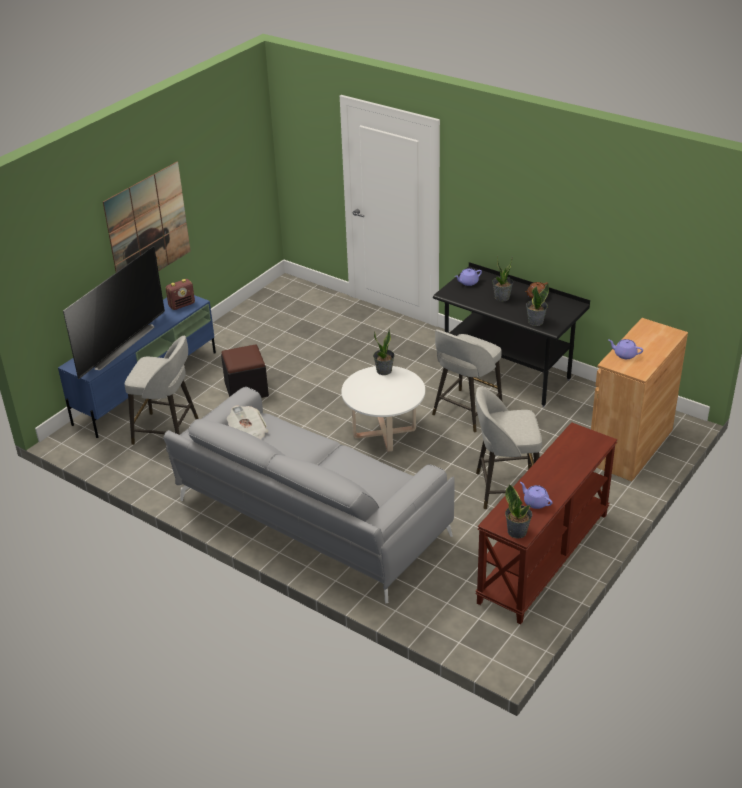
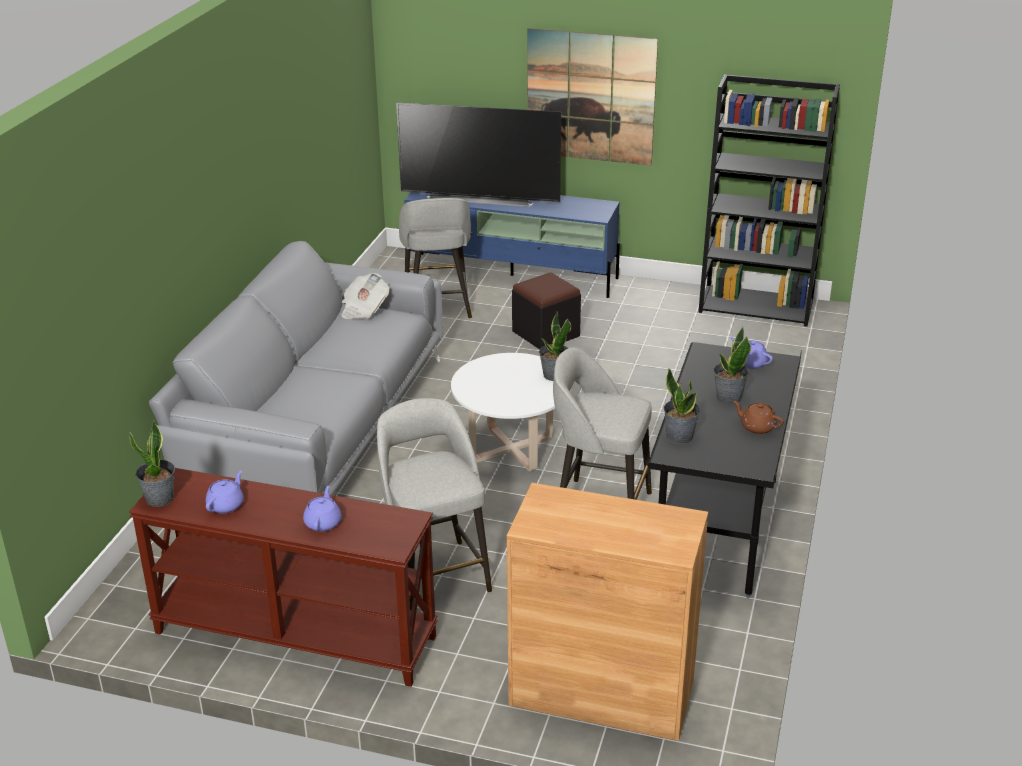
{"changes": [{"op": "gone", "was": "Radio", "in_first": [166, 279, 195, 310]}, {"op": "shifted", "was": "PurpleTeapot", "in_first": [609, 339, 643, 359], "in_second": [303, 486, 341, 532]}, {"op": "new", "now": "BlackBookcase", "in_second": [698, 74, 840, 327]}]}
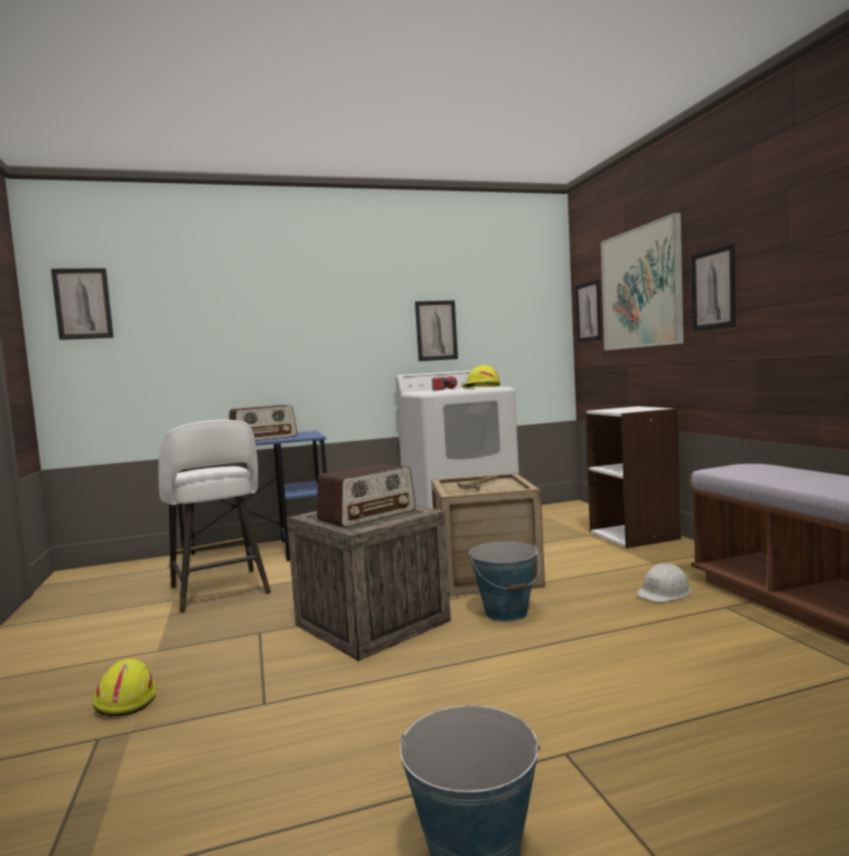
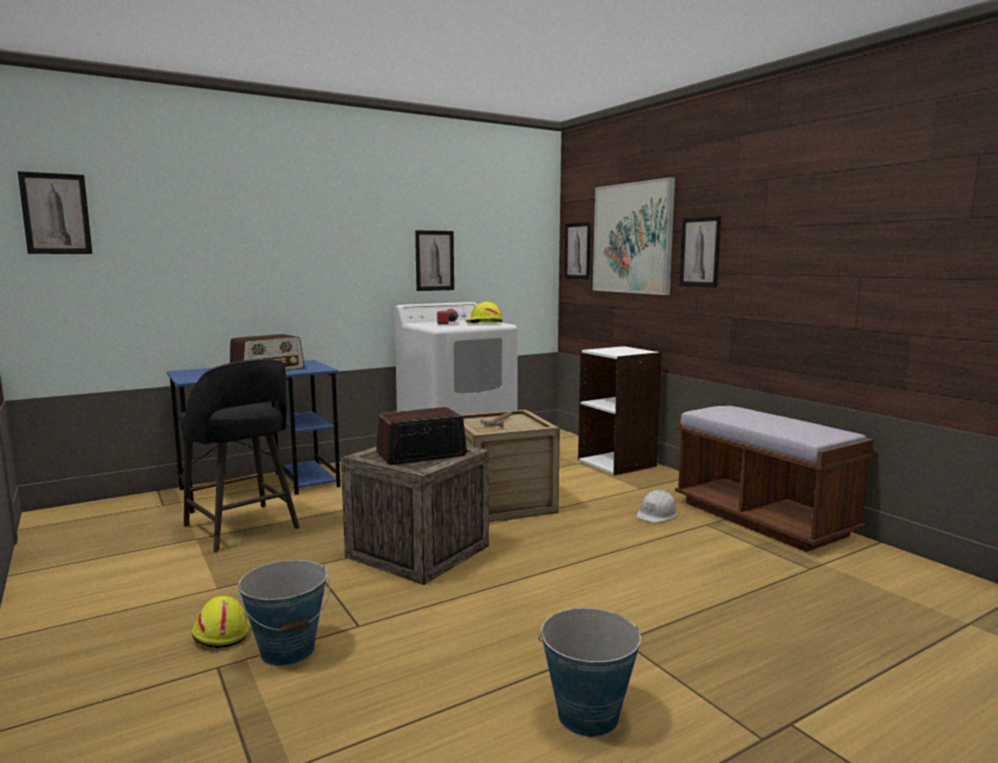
{"changes": [{"op": "repainted", "was": "WhiteStool", "now": "BlackStool", "in_first": [158, 420, 271, 614], "in_second": [180, 359, 299, 552]}, {"op": "rotated", "was": "Radio", "in_first": [317, 463, 416, 527], "in_second": [376, 407, 467, 465], "clockwise": -150}, {"op": "shifted", "was": "Bucket", "in_first": [469, 542, 541, 622], "in_second": [238, 560, 330, 666]}]}
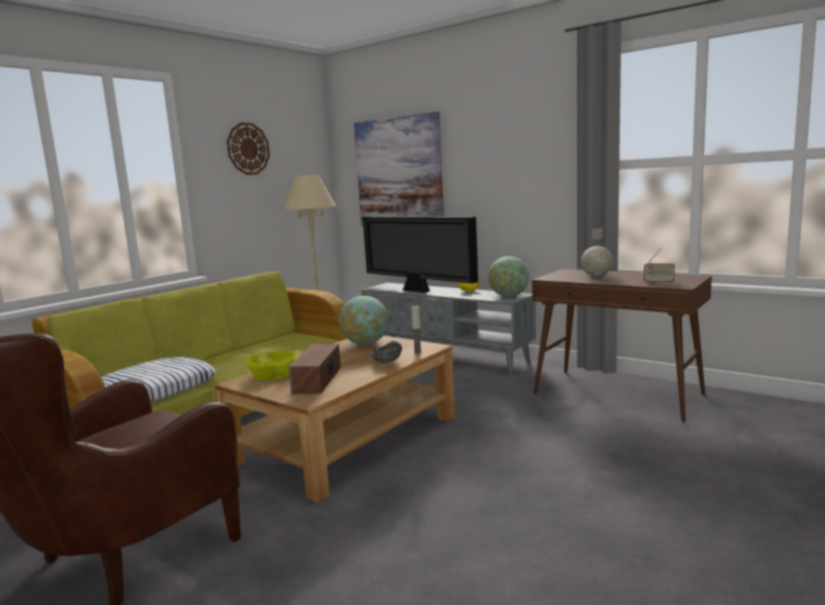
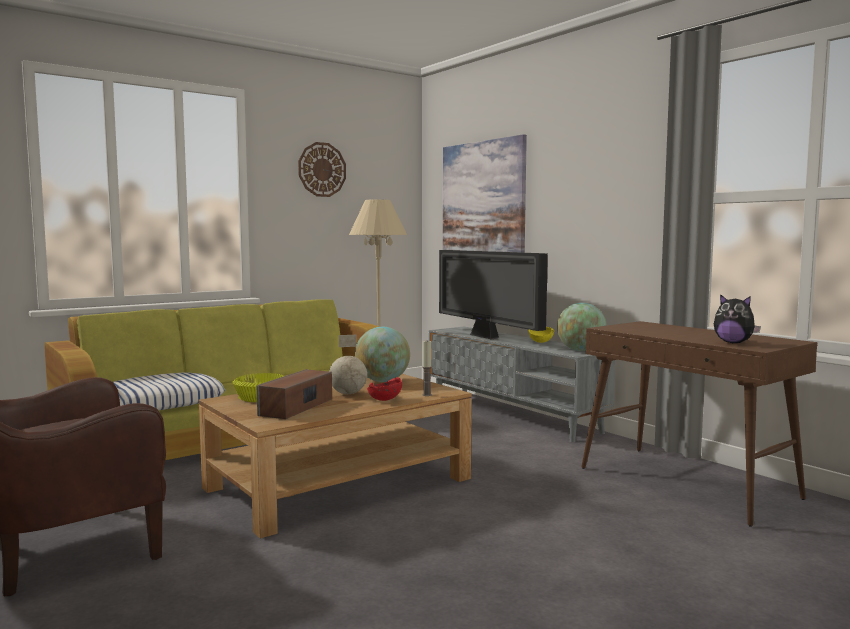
{"changes": [{"op": "repainted", "was": "GreyBowl", "now": "RedBowl", "in_first": [371, 341, 402, 363], "in_second": [367, 377, 402, 401]}, {"op": "shifted", "was": "Globe", "in_first": [581, 228, 613, 277], "in_second": [329, 335, 367, 394]}, {"op": "swapped", "was": "Radio", "now": "PlushToy", "in_first": [644, 248, 675, 284], "in_second": [714, 294, 761, 343]}]}
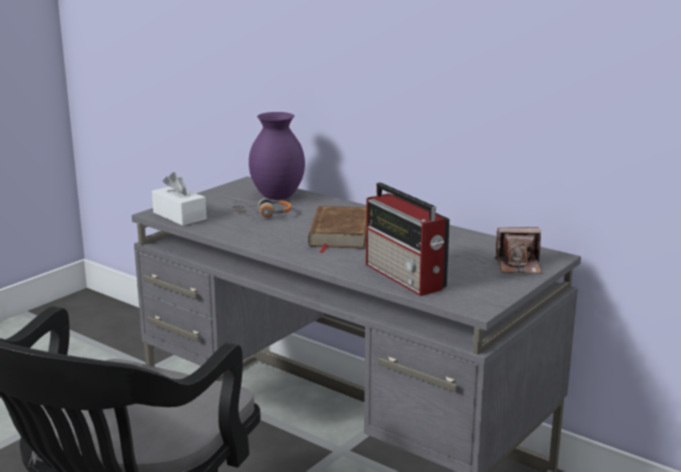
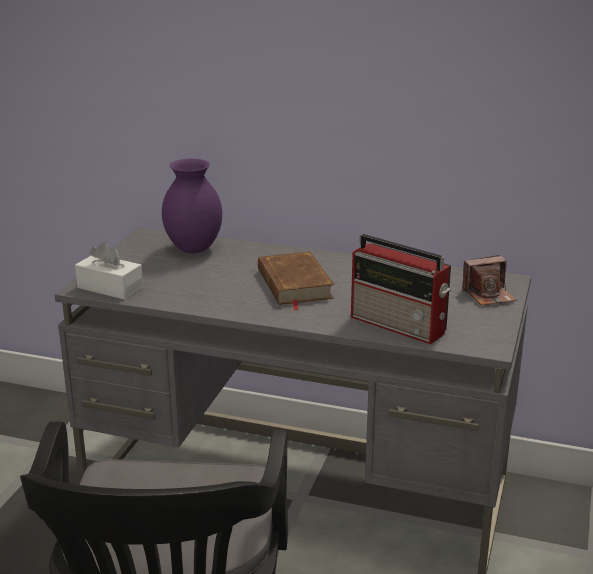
{"changes": [{"op": "gone", "was": "Headphones", "in_first": [232, 198, 291, 218]}]}
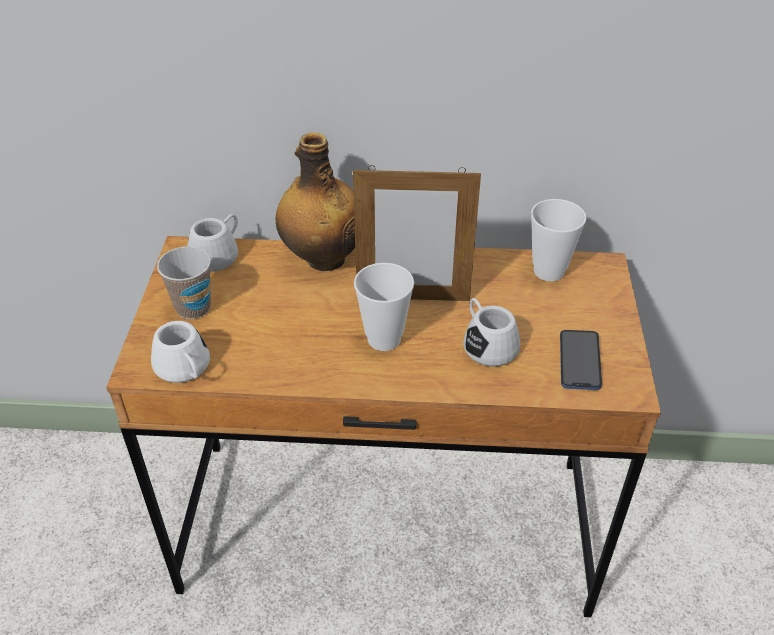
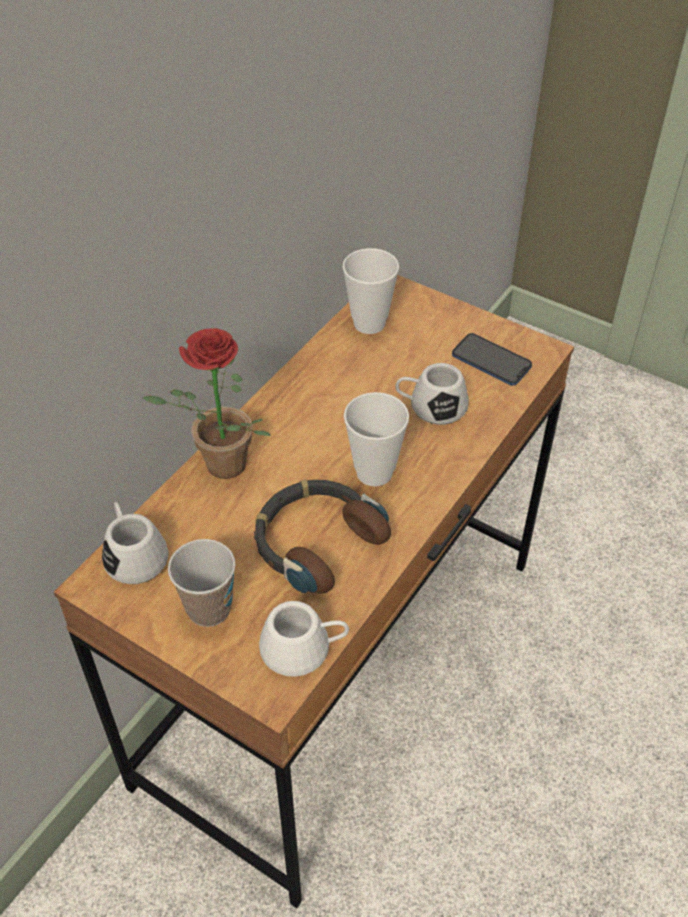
{"changes": [{"op": "swapped", "was": "Bottle", "now": "PottedPlant", "in_first": [276, 132, 355, 271], "in_second": [142, 328, 271, 479]}, {"op": "gone", "was": "PictureFrame", "in_first": [353, 165, 481, 301]}, {"op": "new", "now": "Headphones", "in_second": [254, 480, 391, 594]}]}
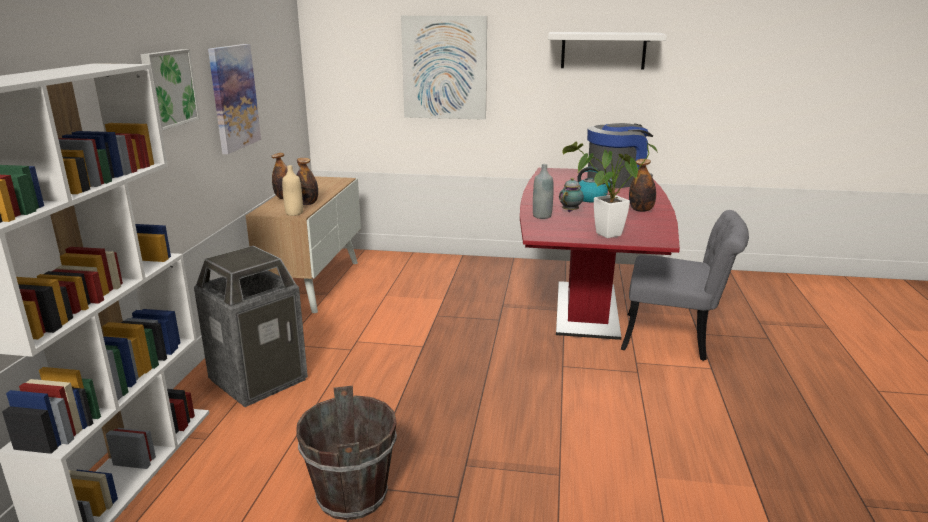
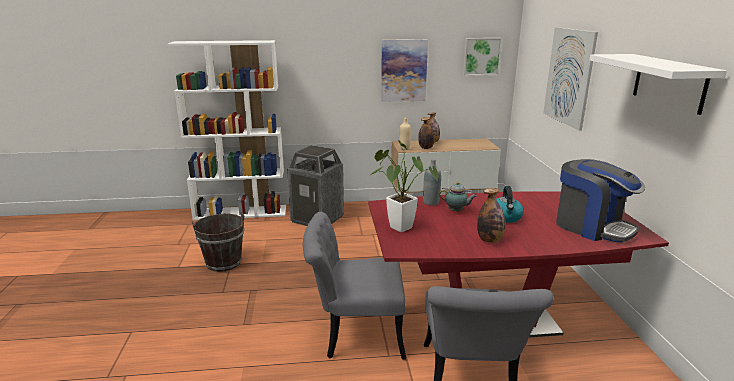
{"changes": [{"op": "shifted", "was": "Picture", "in_first": [140, 49, 200, 131], "in_second": [463, 38, 502, 76]}, {"op": "new", "now": "GreyChair", "in_second": [303, 212, 406, 360]}]}
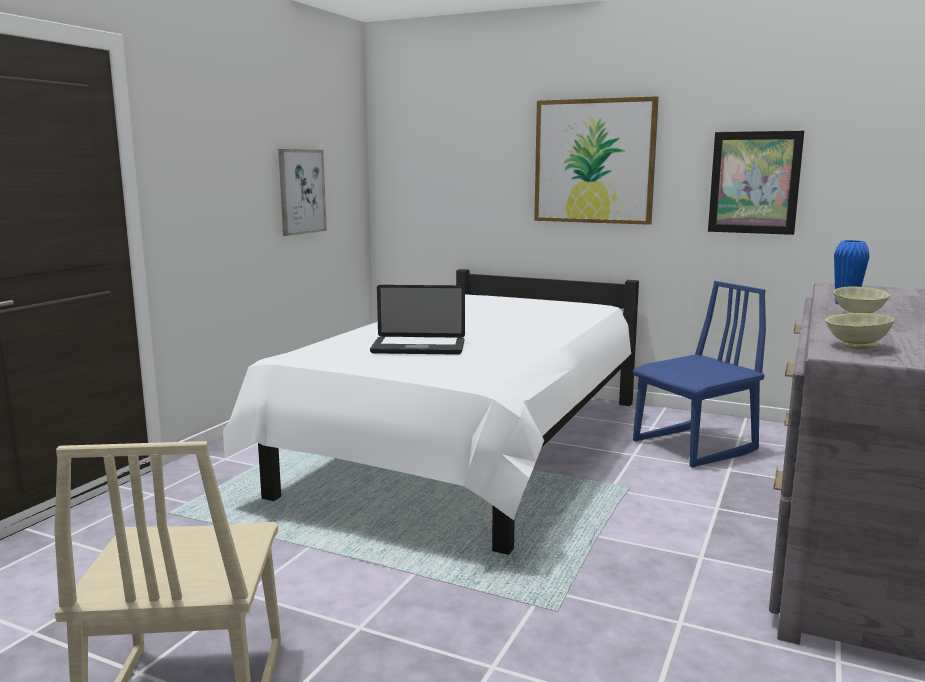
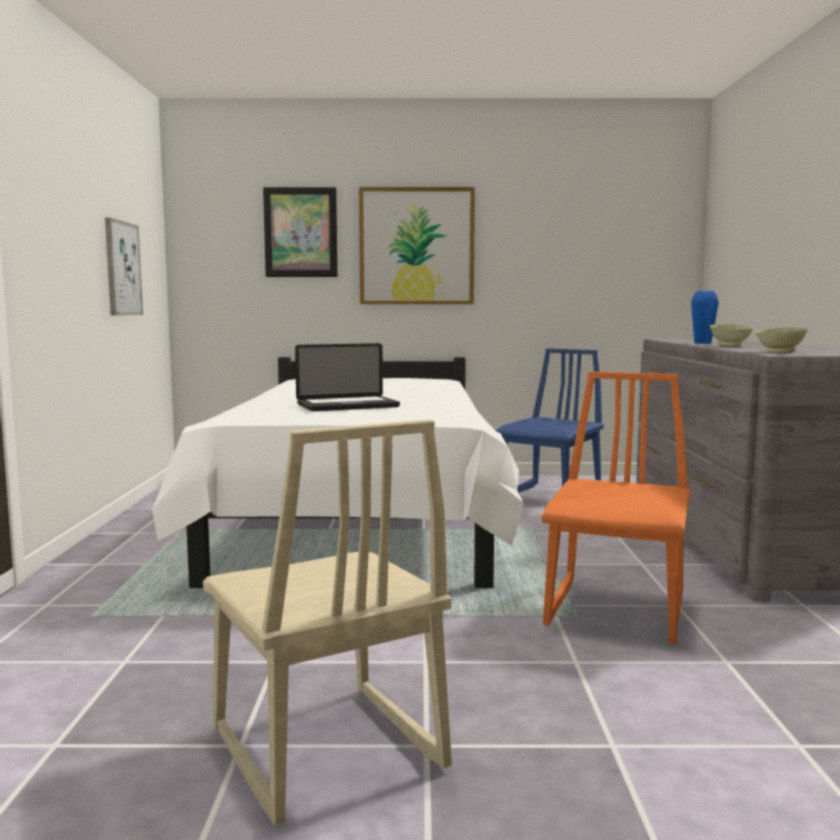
{"changes": [{"op": "shifted", "was": "Picture", "in_first": [708, 131, 804, 235], "in_second": [263, 187, 338, 277]}, {"op": "new", "now": "OrangeChair", "in_second": [542, 372, 690, 644]}]}
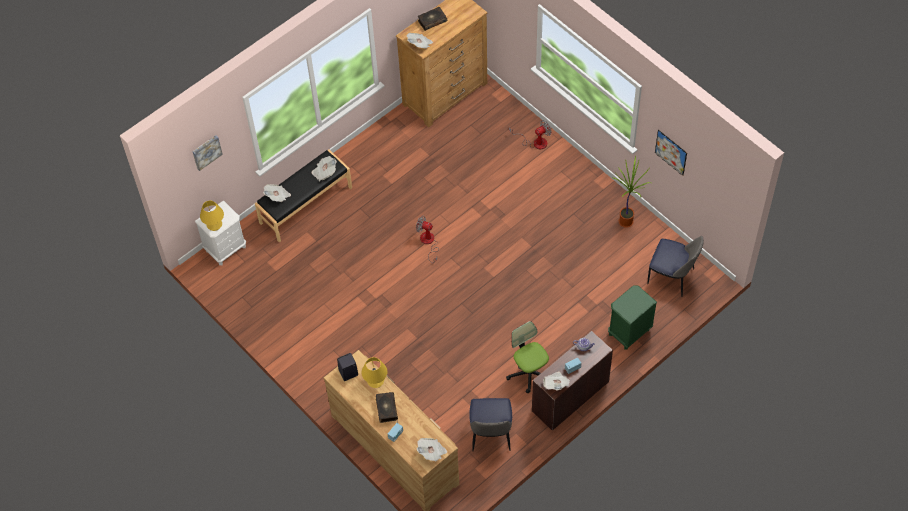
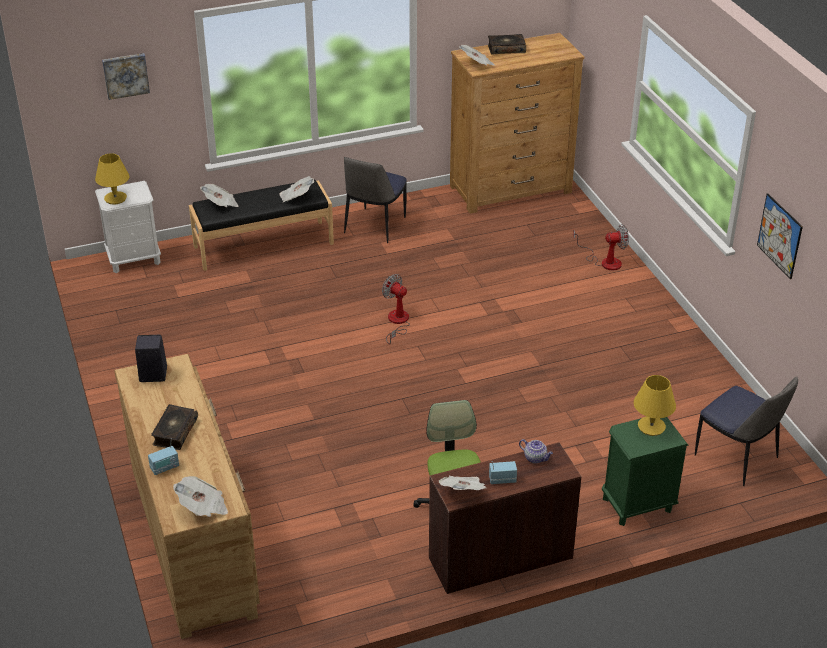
{"changes": [{"op": "shifted", "was": "YellowTableLamp", "in_first": [361, 357, 387, 388], "in_second": [634, 375, 676, 436]}, {"op": "shifted", "was": "Chair", "in_first": [469, 398, 512, 452], "in_second": [344, 157, 407, 243]}, {"op": "gone", "was": "PottedPlant", "in_first": [612, 156, 650, 228]}]}
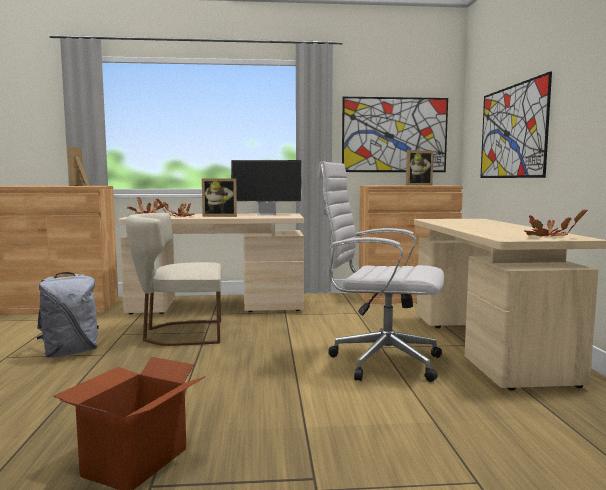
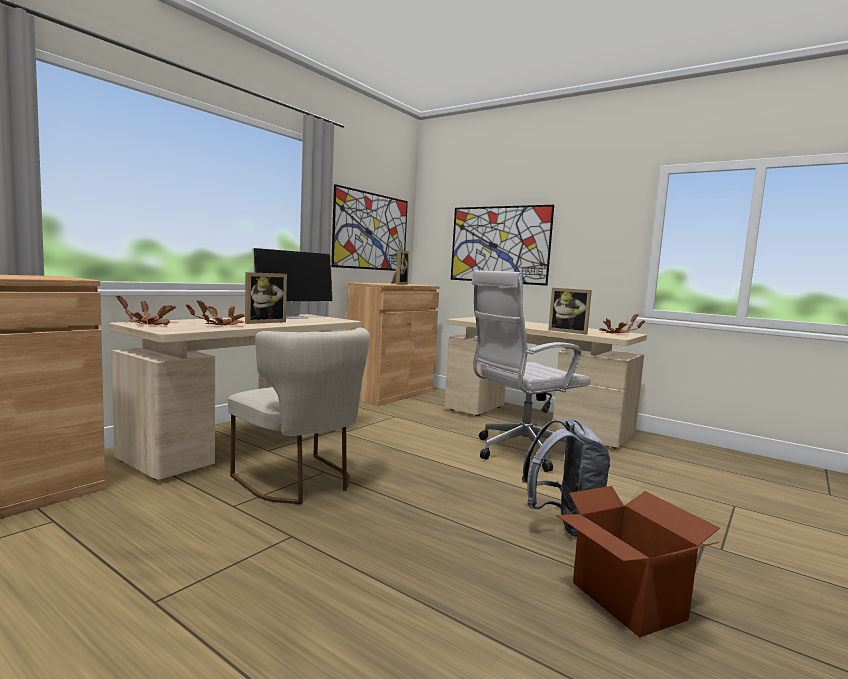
{"changes": [{"op": "shifted", "was": "GreyBackpack", "in_first": [37, 272, 99, 358], "in_second": [522, 419, 610, 537]}, {"op": "shifted", "was": "PictureFrame", "in_first": [67, 147, 89, 186], "in_second": [548, 288, 592, 334]}, {"op": "rotated", "was": "BeigeChair", "in_first": [125, 213, 222, 346], "in_second": [228, 328, 370, 504], "clockwise": -75}]}
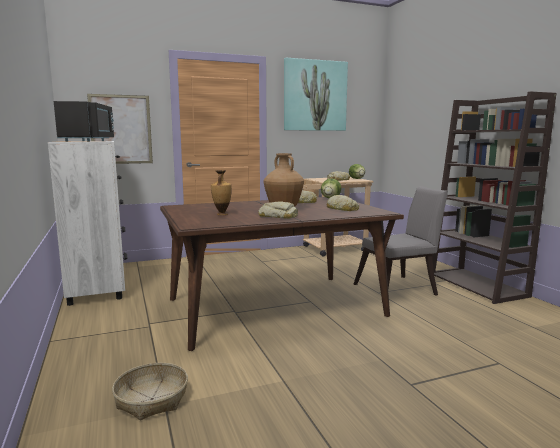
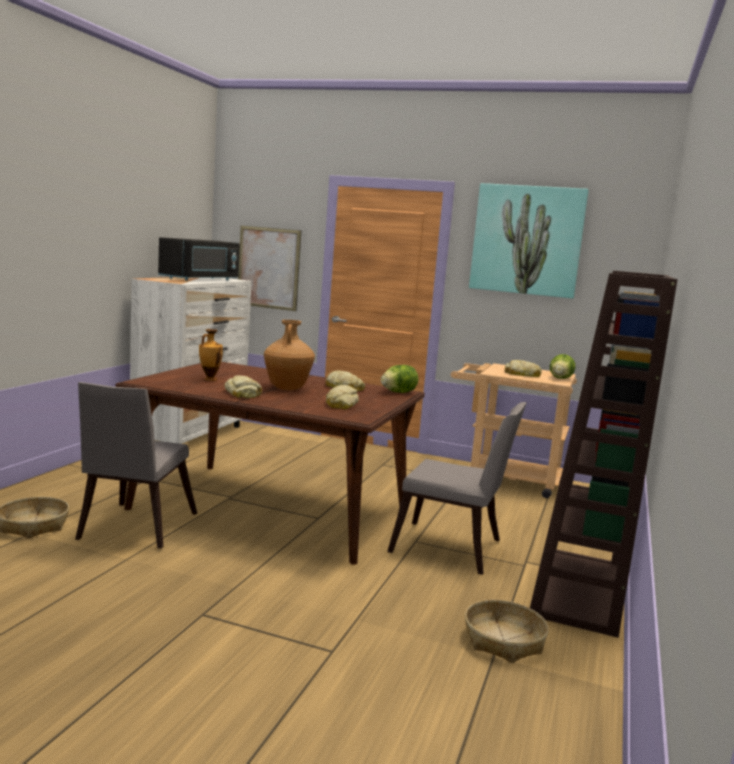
{"changes": [{"op": "new", "now": "GreyChair", "in_second": [75, 382, 197, 549]}, {"op": "new", "now": "Basket", "in_second": [465, 600, 549, 663]}]}
